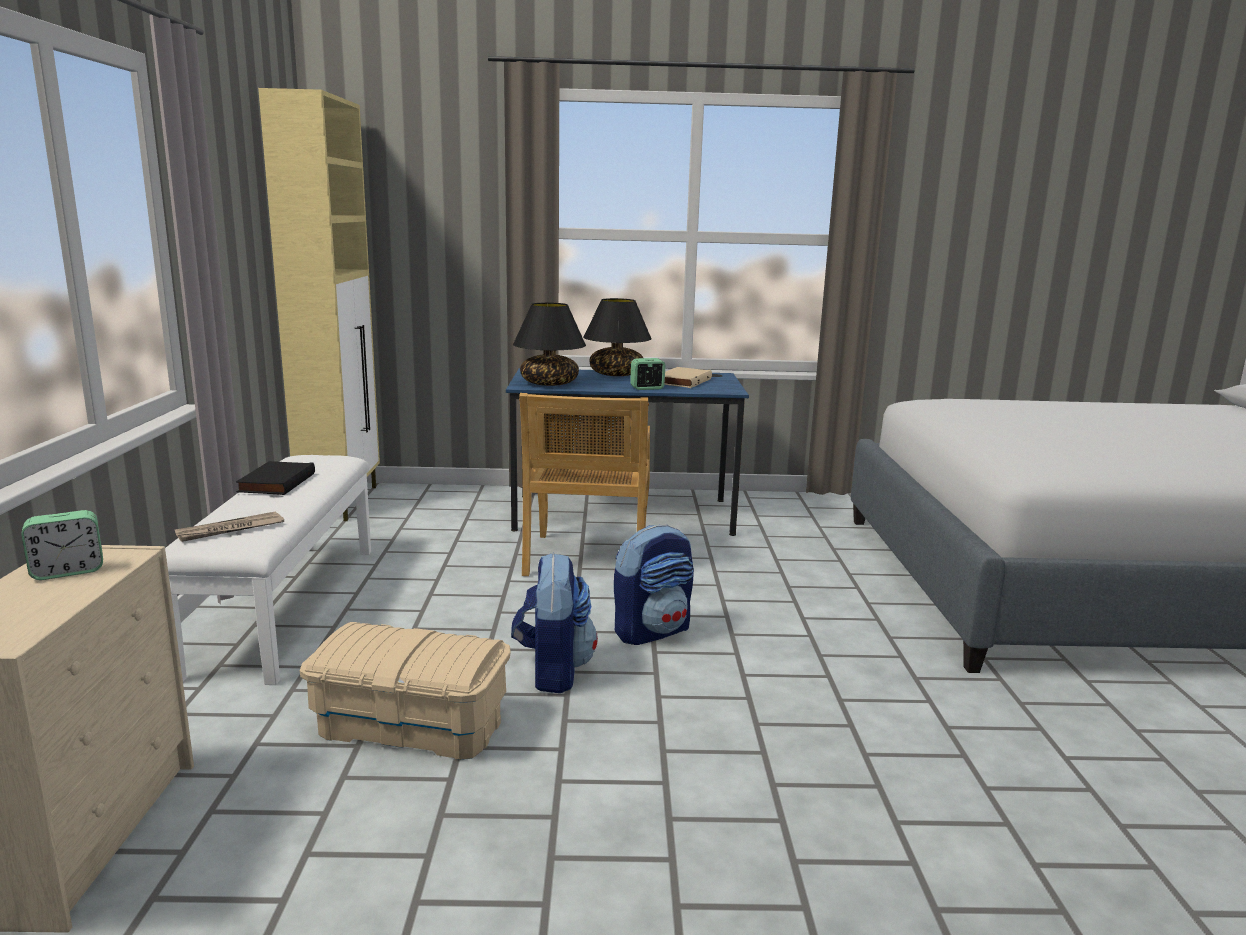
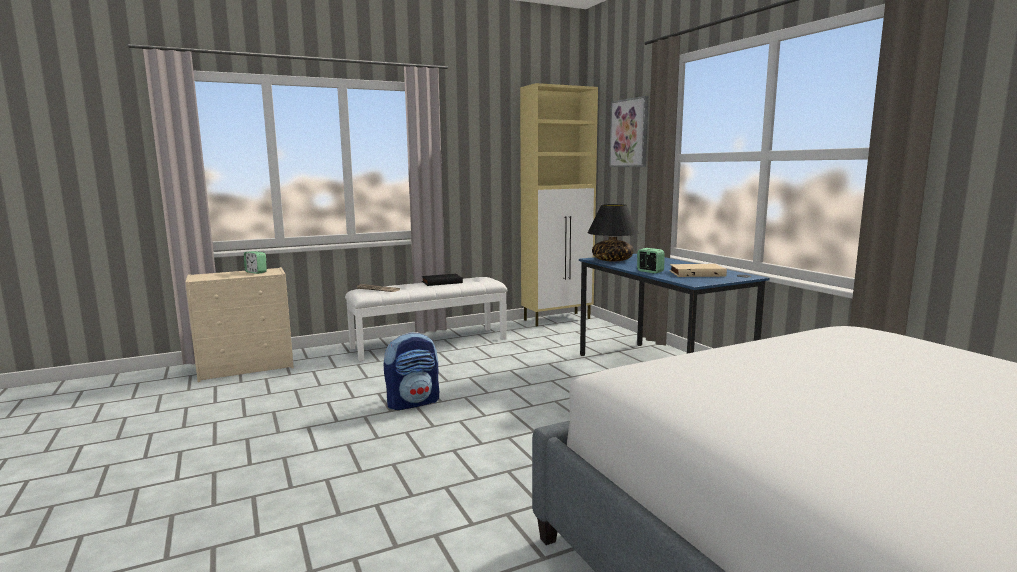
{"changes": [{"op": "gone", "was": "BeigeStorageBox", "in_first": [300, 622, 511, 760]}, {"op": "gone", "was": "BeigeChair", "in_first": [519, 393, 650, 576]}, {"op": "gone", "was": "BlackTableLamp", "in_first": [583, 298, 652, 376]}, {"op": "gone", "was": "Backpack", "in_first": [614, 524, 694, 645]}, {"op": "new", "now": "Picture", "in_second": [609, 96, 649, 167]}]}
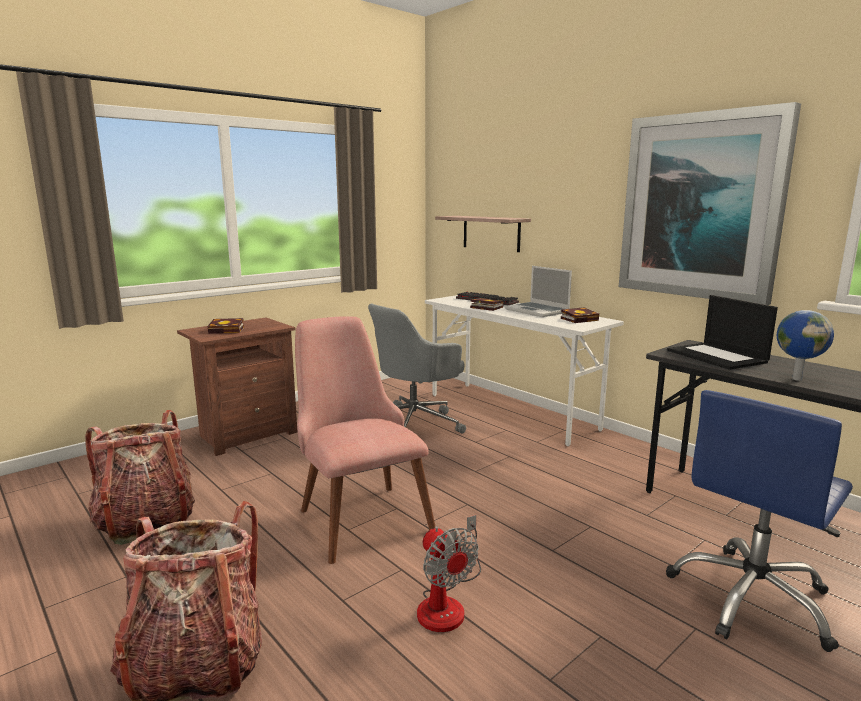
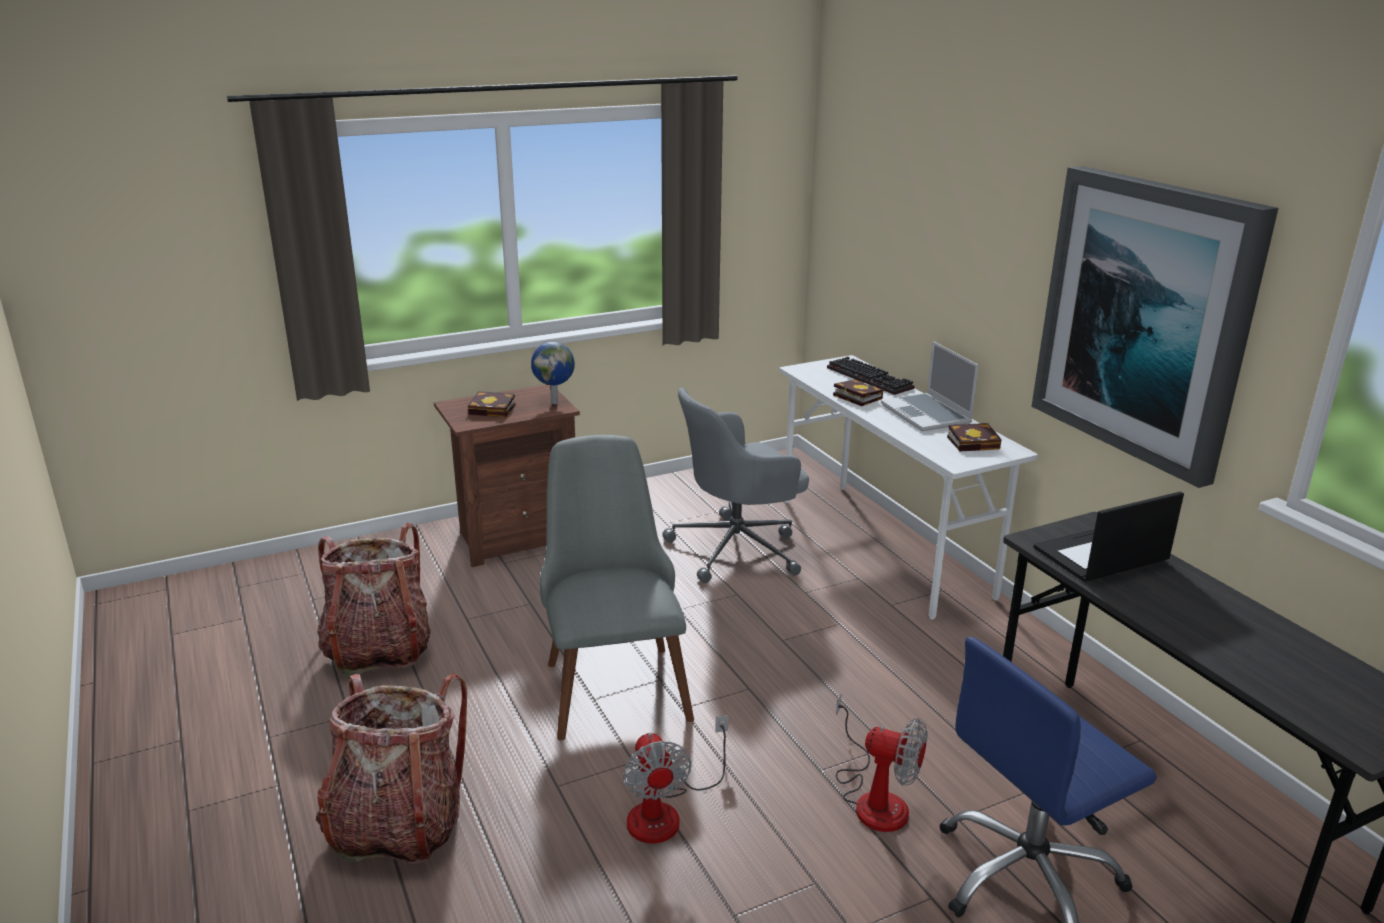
{"changes": [{"op": "repainted", "was": "PinkChair", "now": "GreyChair", "in_first": [295, 316, 436, 564], "in_second": [540, 435, 694, 740]}, {"op": "gone", "was": "Shelf", "in_first": [435, 216, 531, 252]}, {"op": "rotated", "was": "Laptop", "in_first": [667, 295, 778, 370], "in_second": [1033, 491, 1184, 582], "clockwise": 75}, {"op": "shifted", "was": "Globe", "in_first": [777, 310, 834, 381], "in_second": [531, 342, 575, 404]}, {"op": "new", "now": "Fan", "in_second": [836, 693, 928, 832]}]}
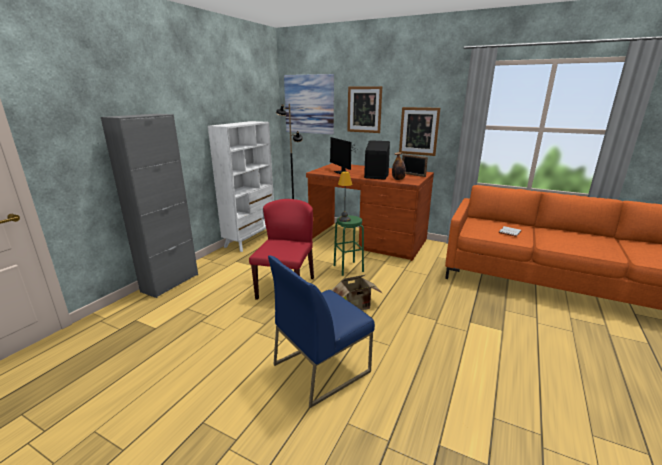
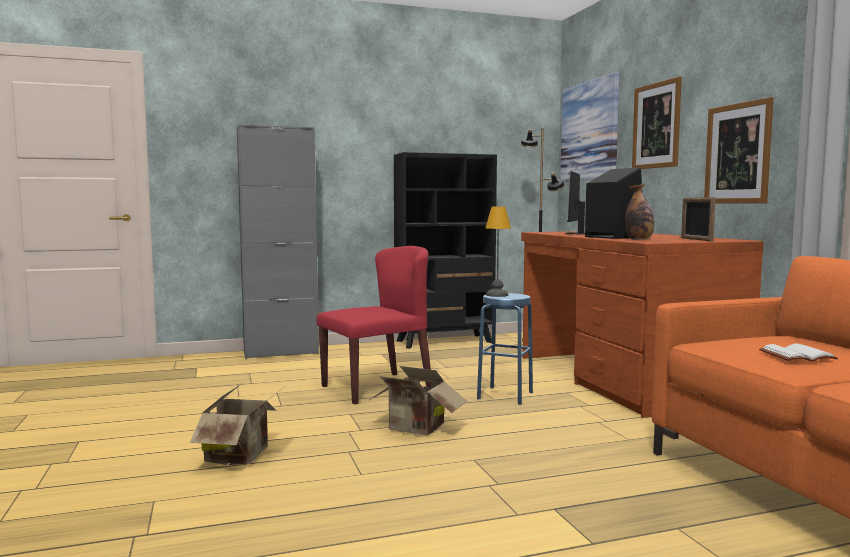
{"changes": [{"op": "repainted", "was": "WhiteBookcase", "now": "BlackBookcase", "in_first": [208, 121, 274, 252], "in_second": [394, 152, 497, 349]}, {"op": "swapped", "was": "BlueChair", "now": "CardboardBox", "in_first": [268, 256, 375, 408], "in_second": [190, 384, 283, 465]}, {"op": "repainted", "was": "GreenStool", "now": "BlueStool", "in_first": [334, 215, 364, 276], "in_second": [477, 293, 533, 405]}]}
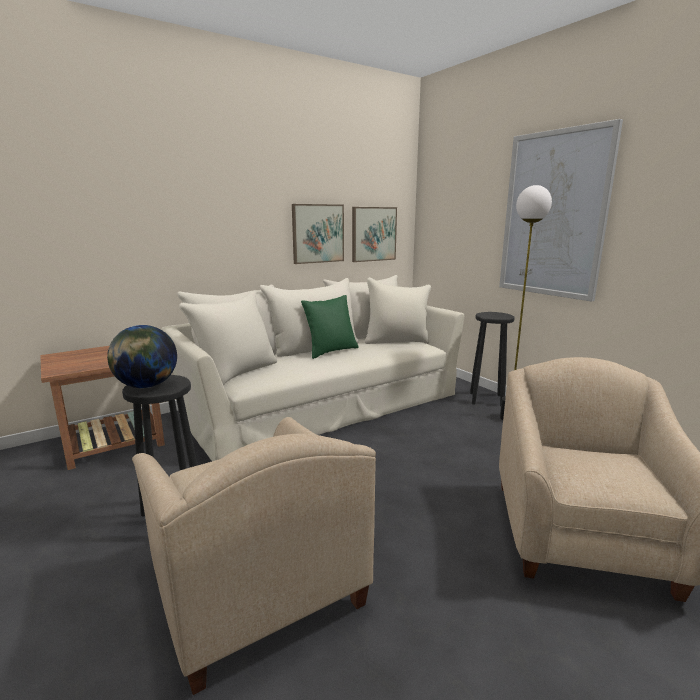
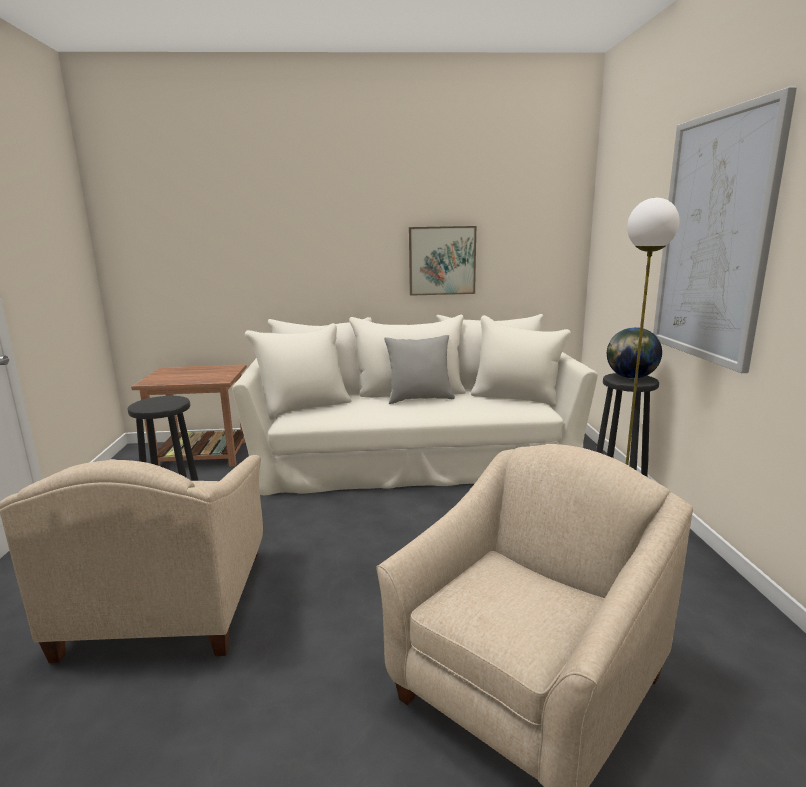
{"changes": [{"op": "shifted", "was": "Globe", "in_first": [107, 325, 177, 388], "in_second": [607, 327, 662, 379]}, {"op": "repainted", "was": "GreenPillow", "now": "GreyPillow", "in_first": [301, 295, 358, 359], "in_second": [384, 335, 455, 404]}, {"op": "gone", "was": "Picture", "in_first": [352, 207, 397, 262]}]}
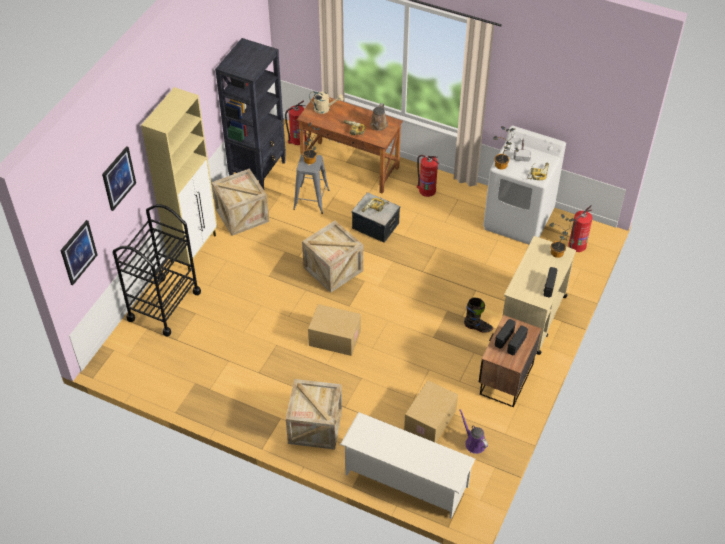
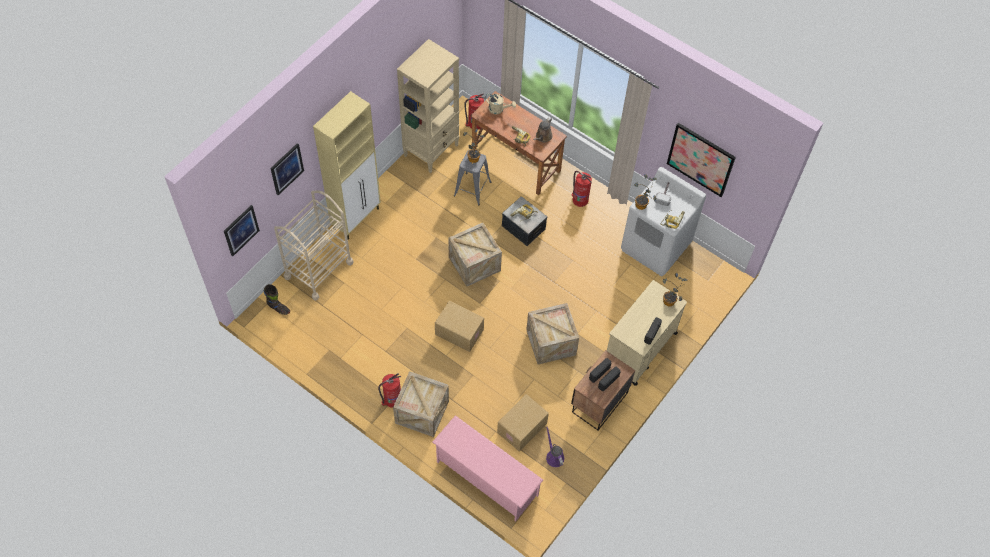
{"changes": [{"op": "repainted", "was": "BlackCart", "now": "BeigeCart", "in_first": [113, 204, 201, 337], "in_second": [274, 191, 354, 301]}, {"op": "shifted", "was": "Crate", "in_first": [212, 169, 269, 236], "in_second": [526, 303, 579, 365]}, {"op": "repainted", "was": "BlackBookcase", "now": "BeigeBookcase", "in_first": [215, 38, 286, 190], "in_second": [397, 39, 459, 173]}, {"op": "repainted", "was": "WhiteShoeRack", "now": "PinkShoeRack", "in_first": [340, 412, 475, 519], "in_second": [433, 415, 543, 521]}, {"op": "shifted", "was": "BlackBoot", "in_first": [464, 298, 493, 333], "in_second": [264, 284, 290, 315]}, {"op": "shifted", "was": "FireExtinguisher", "in_first": [569, 205, 592, 252], "in_second": [378, 373, 401, 408]}, {"op": "new", "now": "Picture", "in_second": [667, 123, 736, 197]}]}
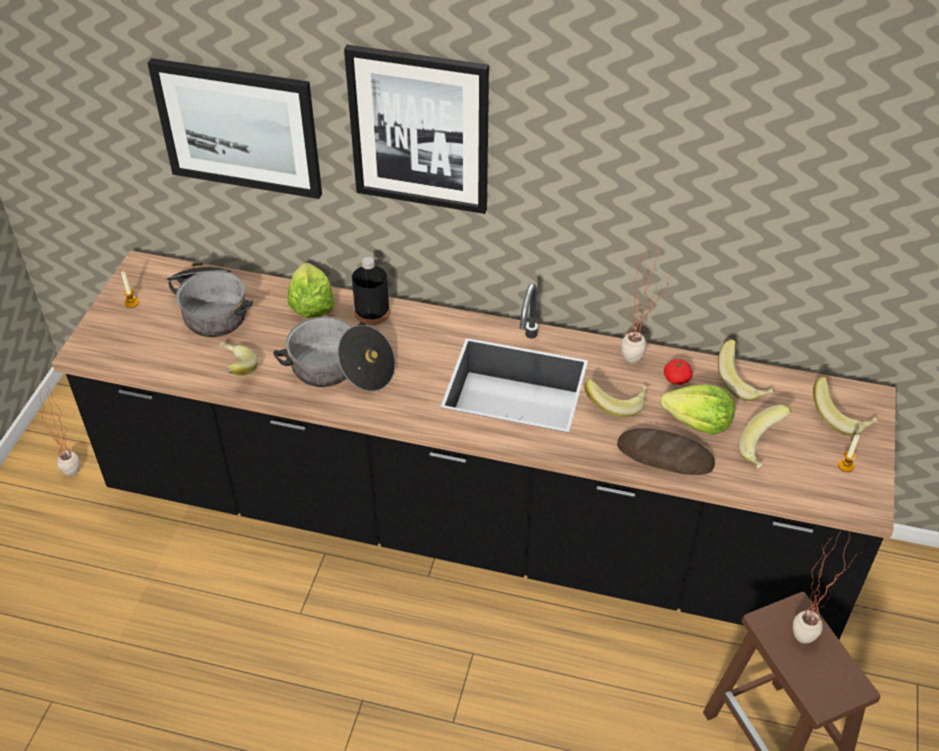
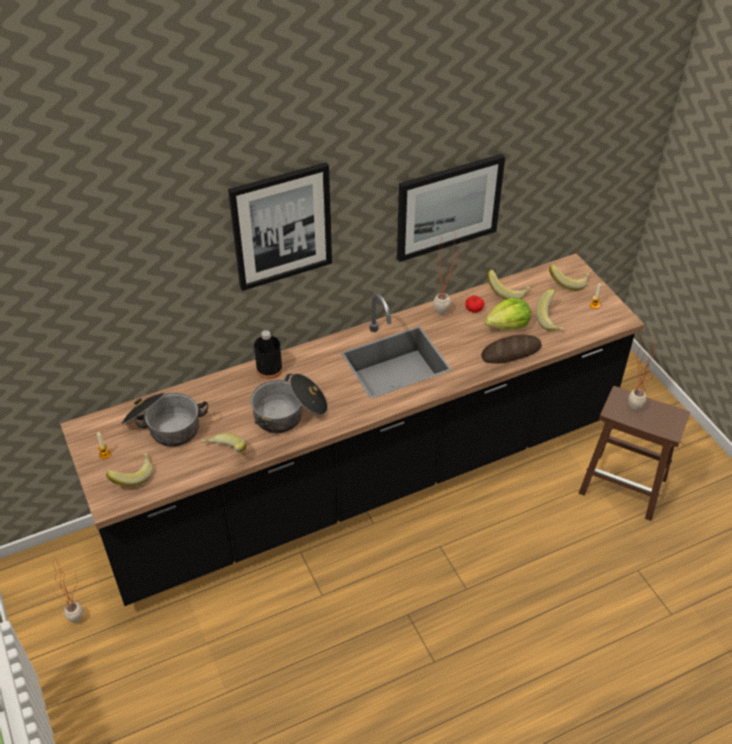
{"changes": [{"op": "shifted", "was": "Picture", "in_first": [147, 58, 322, 199], "in_second": [397, 154, 505, 262]}, {"op": "gone", "was": "Lettuce", "in_first": [288, 263, 335, 318]}, {"op": "shifted", "was": "Banana", "in_first": [584, 379, 648, 417], "in_second": [106, 453, 153, 487]}]}
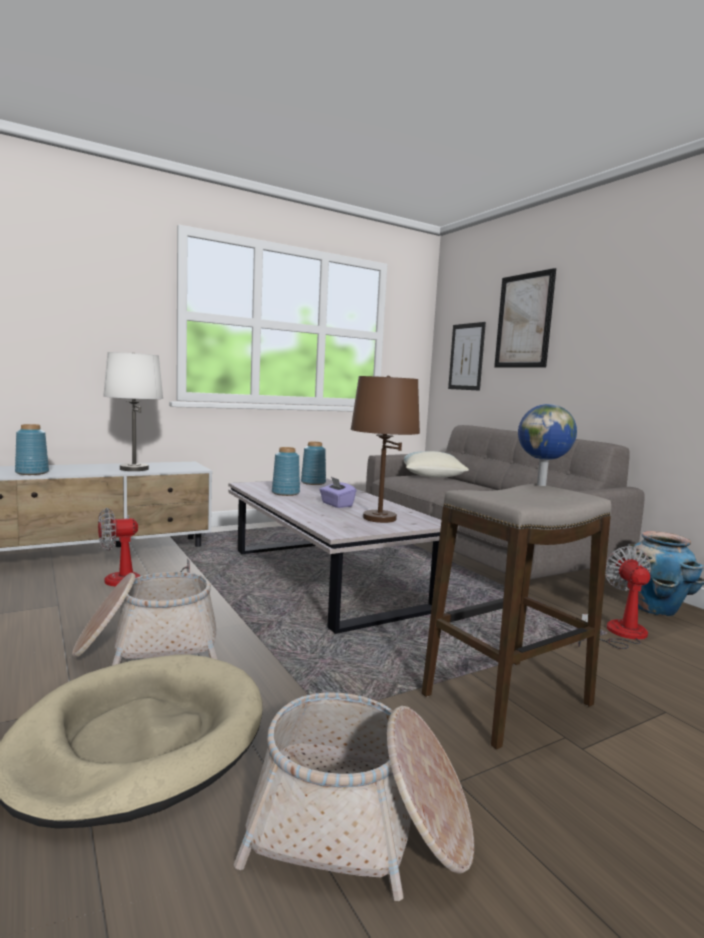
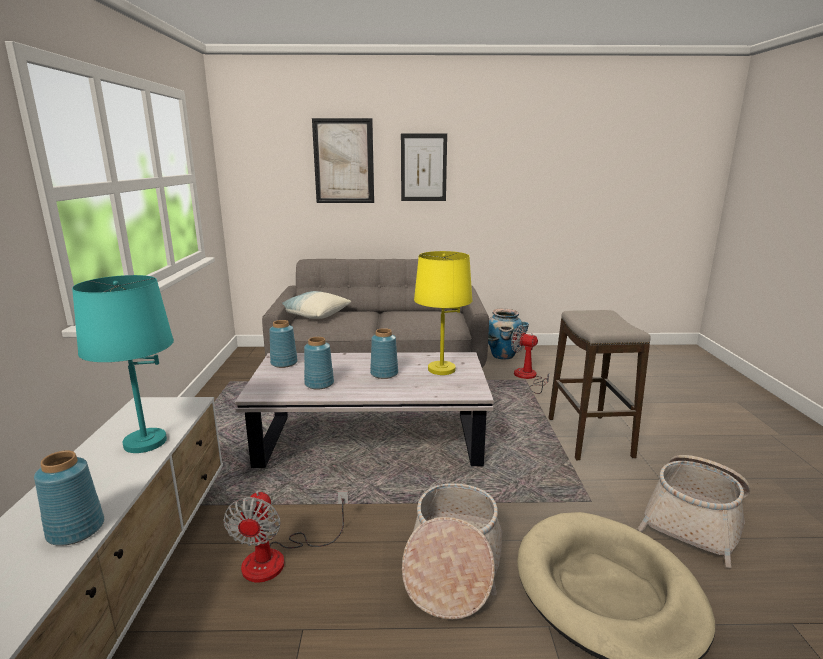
{"changes": [{"op": "repainted", "was": "WhiteTableLamp", "now": "TurquoiseTableLamp", "in_first": [103, 352, 163, 471], "in_second": [72, 275, 174, 453]}, {"op": "swapped", "was": "PurpleTissueBox", "now": "BlueVase", "in_first": [319, 477, 357, 508], "in_second": [370, 328, 398, 379]}, {"op": "repainted", "was": "BrownTableLamp", "now": "YellowTableLamp", "in_first": [351, 376, 420, 523], "in_second": [414, 251, 473, 375]}, {"op": "shifted", "was": "Picture", "in_first": [448, 322, 486, 391], "in_second": [401, 134, 447, 201]}, {"op": "gone", "was": "Globe", "in_first": [518, 404, 577, 486]}]}
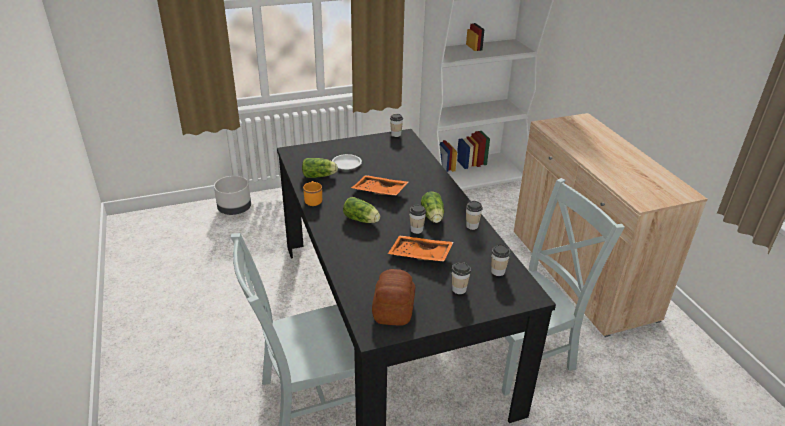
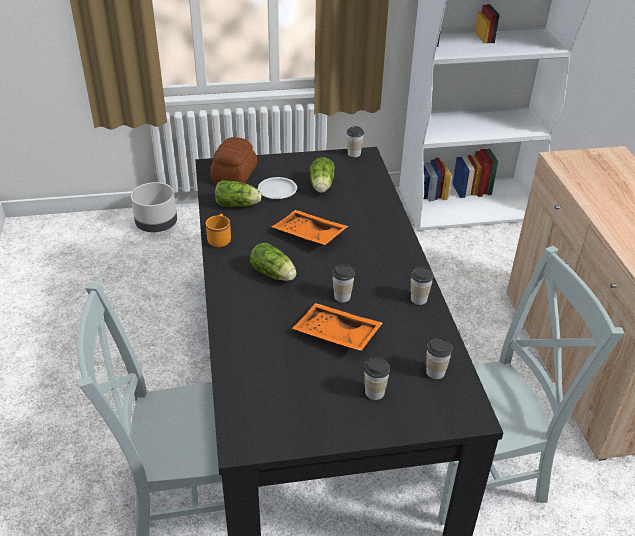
{"changes": [{"op": "shifted", "was": "Bread", "in_first": [372, 269, 415, 326], "in_second": [210, 137, 257, 184]}, {"op": "shifted", "was": "Lettuce", "in_first": [421, 192, 444, 223], "in_second": [310, 157, 335, 193]}]}
